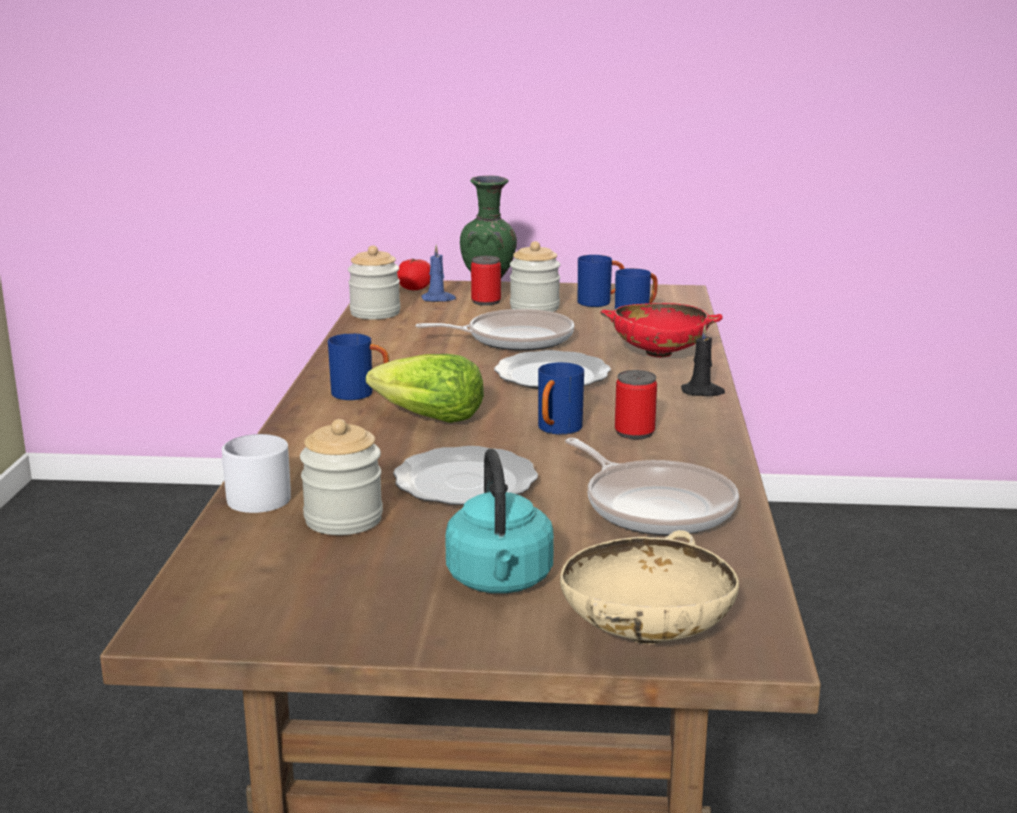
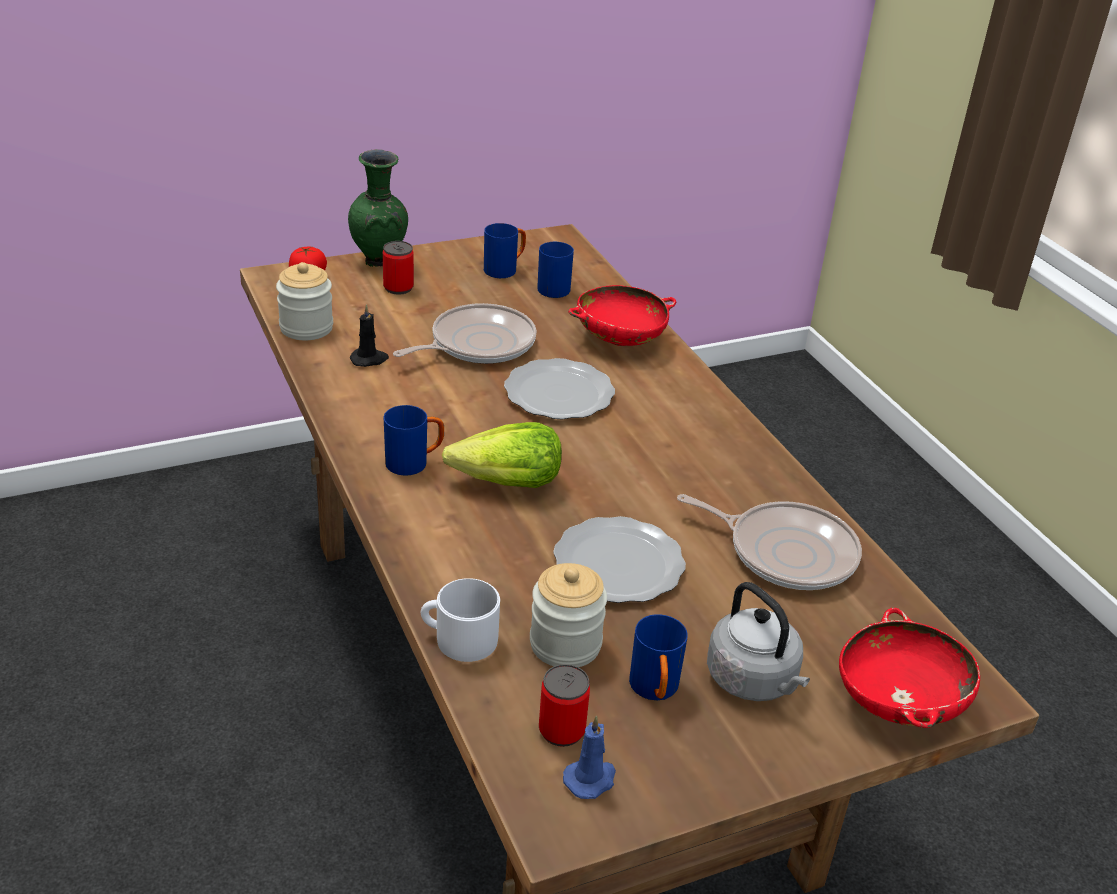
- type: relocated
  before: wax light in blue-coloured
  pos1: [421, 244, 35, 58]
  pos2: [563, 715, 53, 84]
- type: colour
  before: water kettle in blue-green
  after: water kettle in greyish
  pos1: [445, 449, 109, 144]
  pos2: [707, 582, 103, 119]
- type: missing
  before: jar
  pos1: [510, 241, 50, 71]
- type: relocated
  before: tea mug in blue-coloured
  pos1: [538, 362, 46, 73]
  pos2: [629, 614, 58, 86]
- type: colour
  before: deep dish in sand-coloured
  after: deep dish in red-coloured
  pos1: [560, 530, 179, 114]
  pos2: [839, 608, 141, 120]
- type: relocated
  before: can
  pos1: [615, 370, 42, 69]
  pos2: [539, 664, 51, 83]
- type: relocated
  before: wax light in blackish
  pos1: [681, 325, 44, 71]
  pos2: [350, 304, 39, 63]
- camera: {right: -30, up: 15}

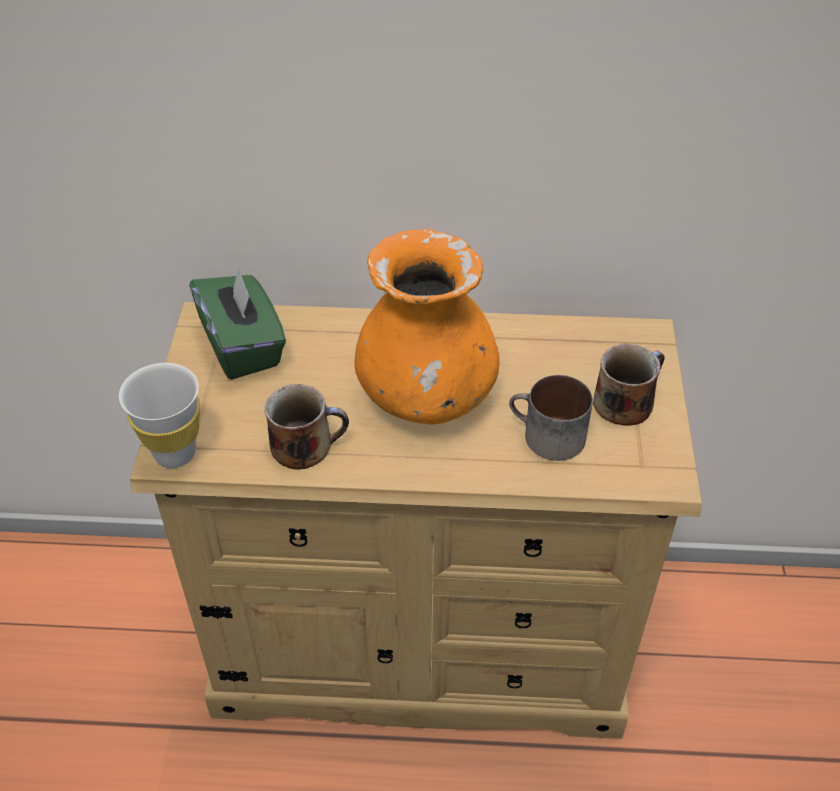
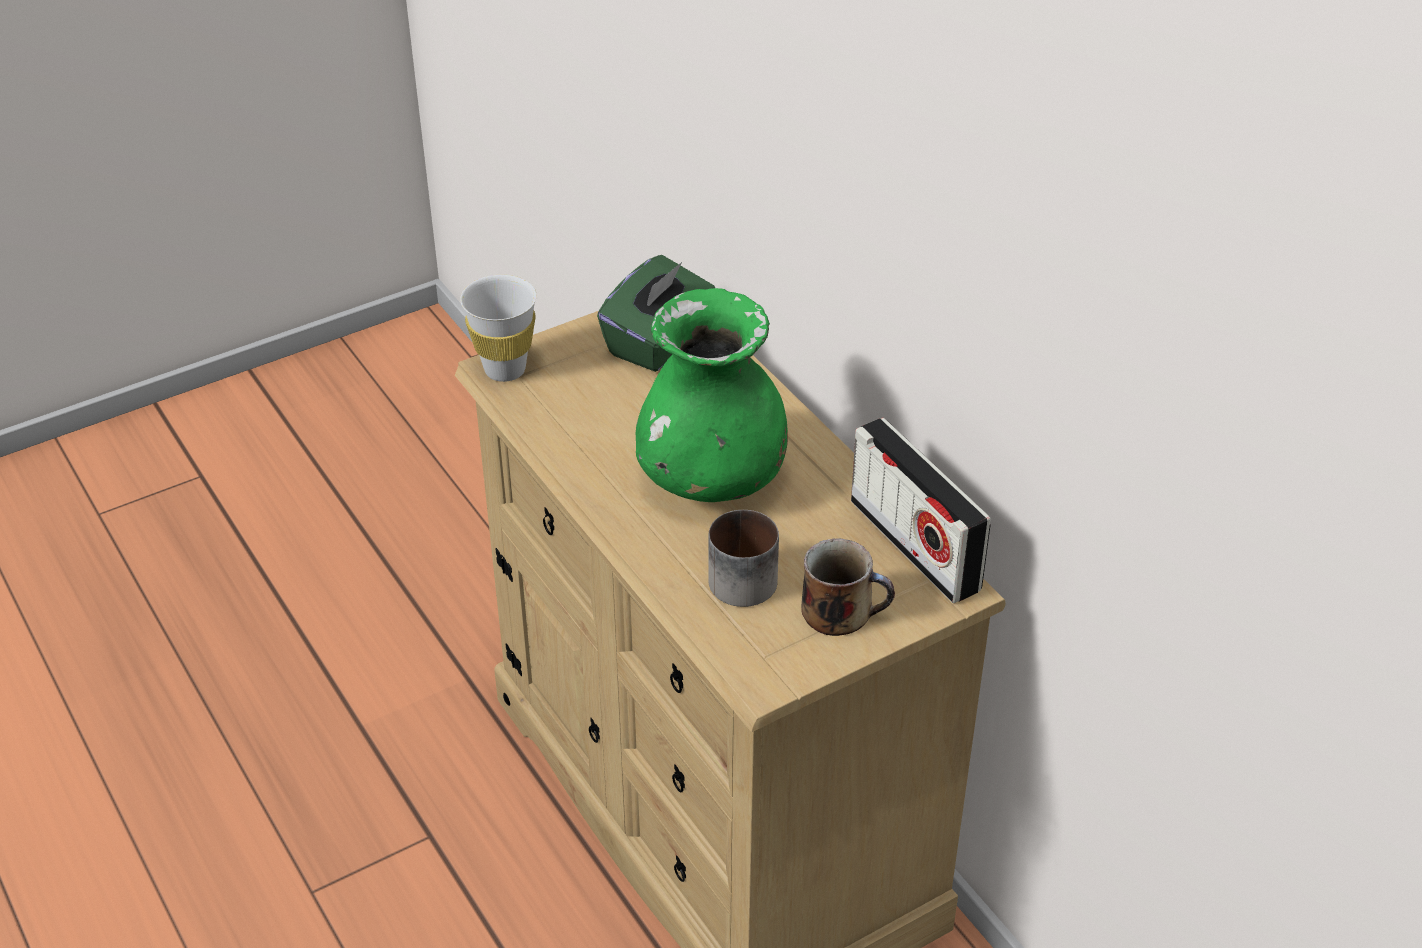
- type: missing
  before: tea mug
  pos1: [264, 384, 85, 86]
- type: colour
  before: vase in orangey
  after: vase in green
  pos1: [354, 229, 146, 196]
  pos2: [636, 288, 152, 214]
- type: appeared
  after: radio
  pos2: [851, 418, 140, 185]
- camera: {right: 55, up: -5}

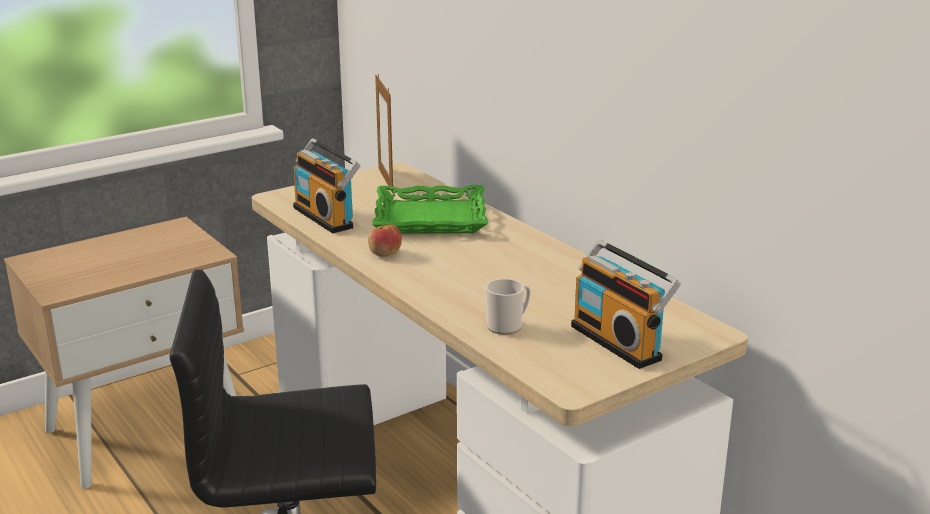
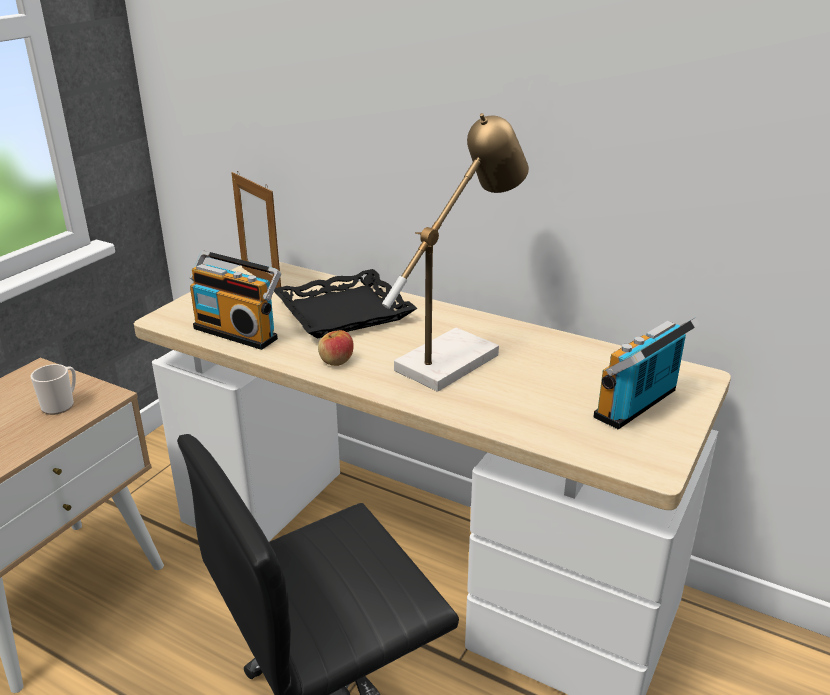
- type: colour
  before: serving tray in green
  after: serving tray in blackish
  pos1: [372, 185, 116, 49]
  pos2: [274, 269, 144, 69]
- type: relocated
  before: tea mug
  pos1: [485, 279, 46, 56]
  pos2: [31, 364, 45, 51]
- type: spun
  before: radio
  pos1: [571, 240, 110, 129]
  pos2: [593, 317, 107, 112]
  turn: 105
- type: appeared
  after: table lamp
  pos2: [382, 113, 147, 279]
- camera: {right: -25, up: 5}

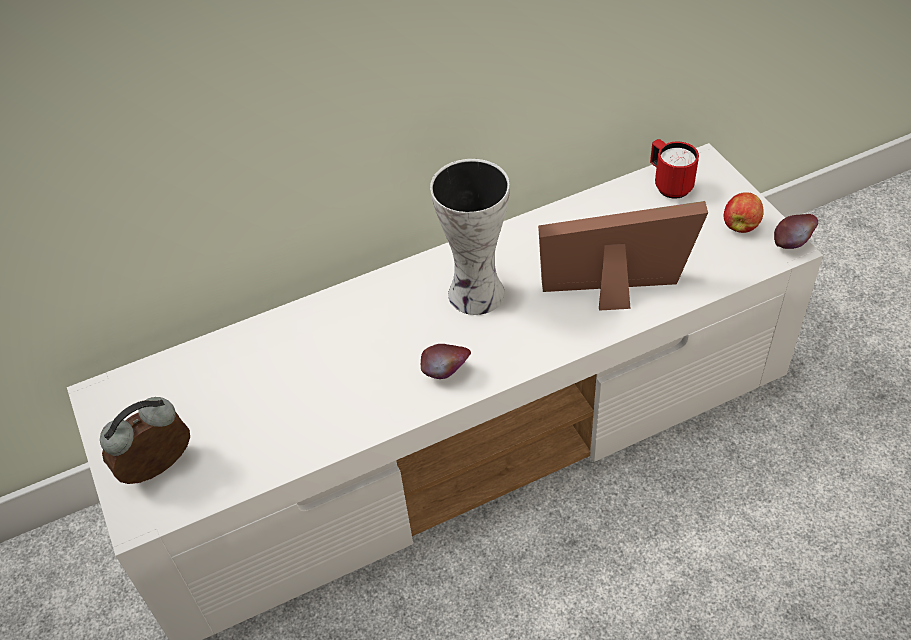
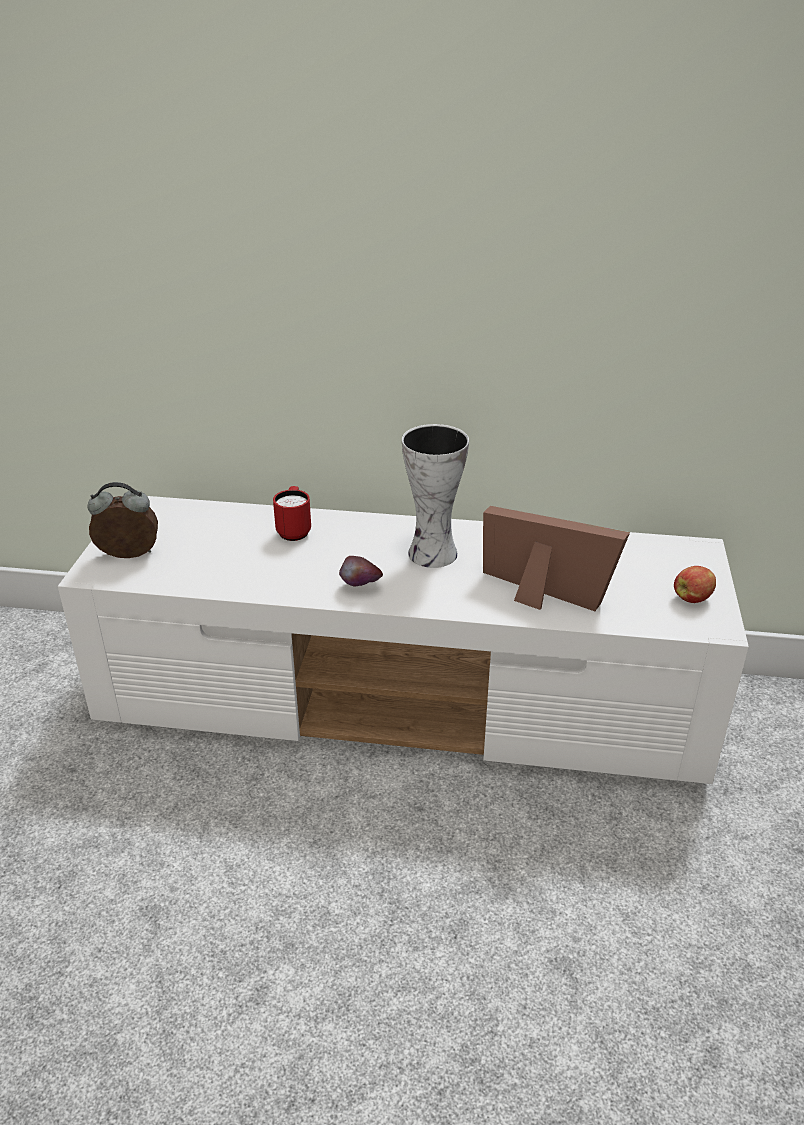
- type: relocated
  before: tea mug in red-coloured
  pos1: [650, 139, 49, 60]
  pos2: [273, 486, 38, 55]
- type: missing
  before: apple
  pos1: [774, 214, 44, 35]
- camera: {right: 30, up: -15}

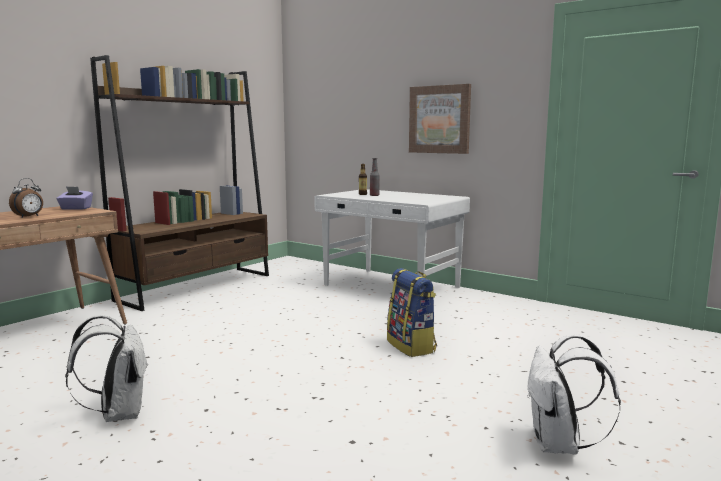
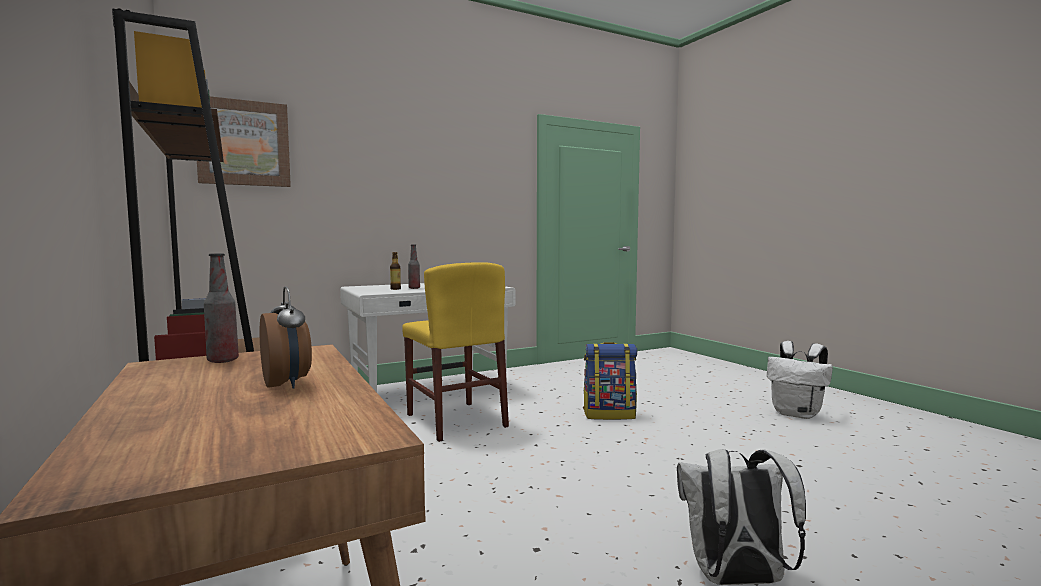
- type: exchanged
  before: tissue holder in purple-coloured
  after: drink bottle
  pos1: [56, 186, 37, 24]
  pos2: [204, 253, 35, 110]
- type: relocated
  before: picture
  pos1: [409, 84, 62, 70]
  pos2: [197, 96, 94, 91]
- type: appeared
  after: upright chair in yellowish
  pos2: [402, 262, 107, 180]
- camera: {right: -65, up: -5}

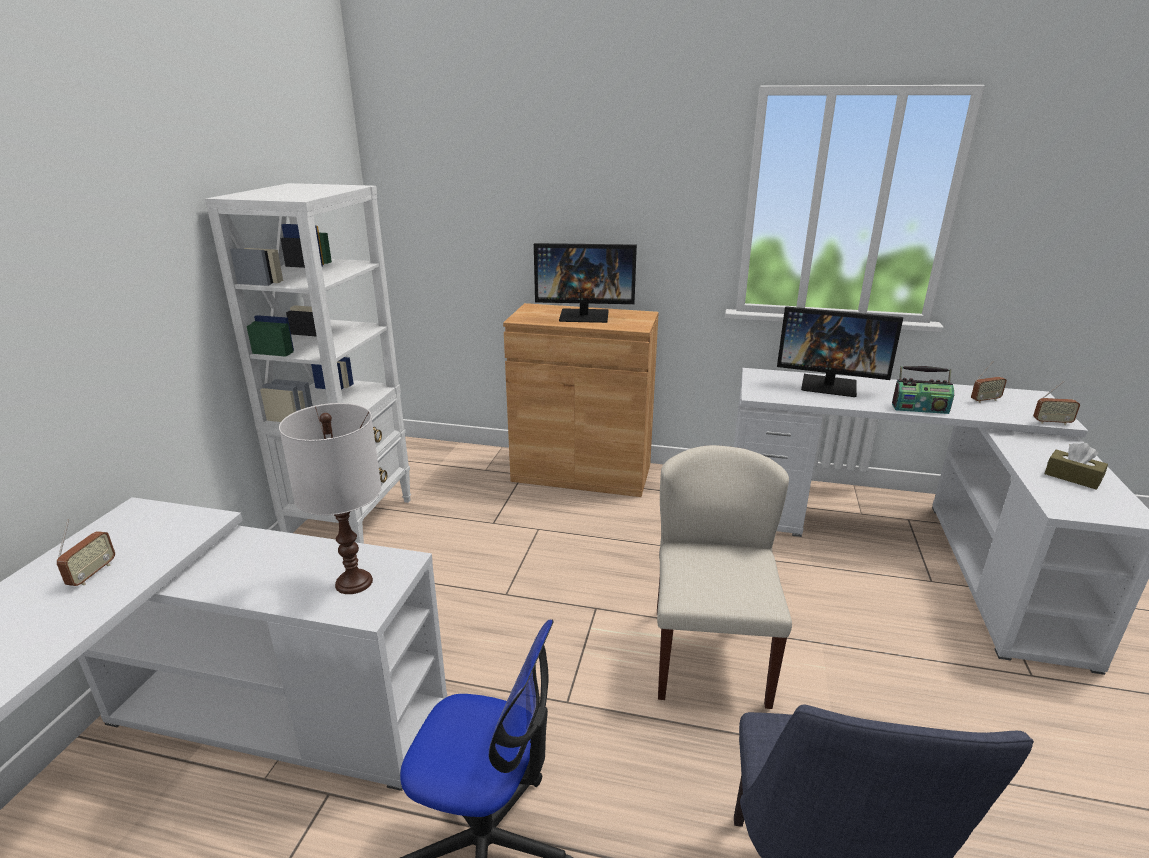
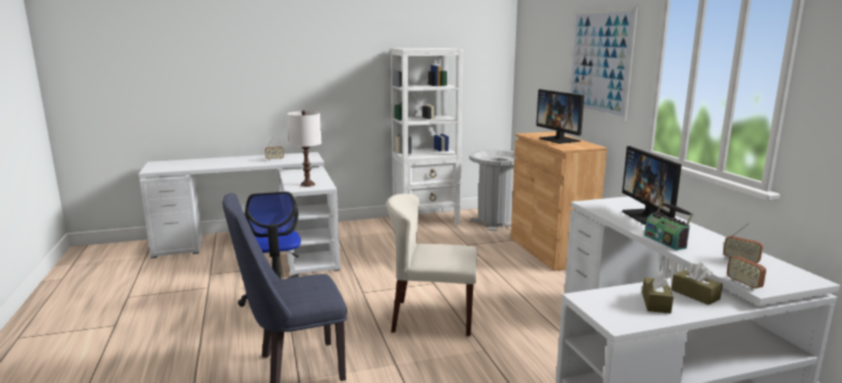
- type: spun
  before: upright chair in sand-coloured
  pos1: [657, 445, 135, 264]
  pos2: [386, 194, 91, 142]
  turn: -150
- type: appeared
  after: trash can in greyish
  pos2: [469, 150, 48, 81]
- type: appeared
  after: picture
  pos2: [568, 7, 70, 114]
- type: appeared
  after: tissue holder in brownish
  pos2: [671, 263, 52, 42]
- camera: {right: 60, up: -10}

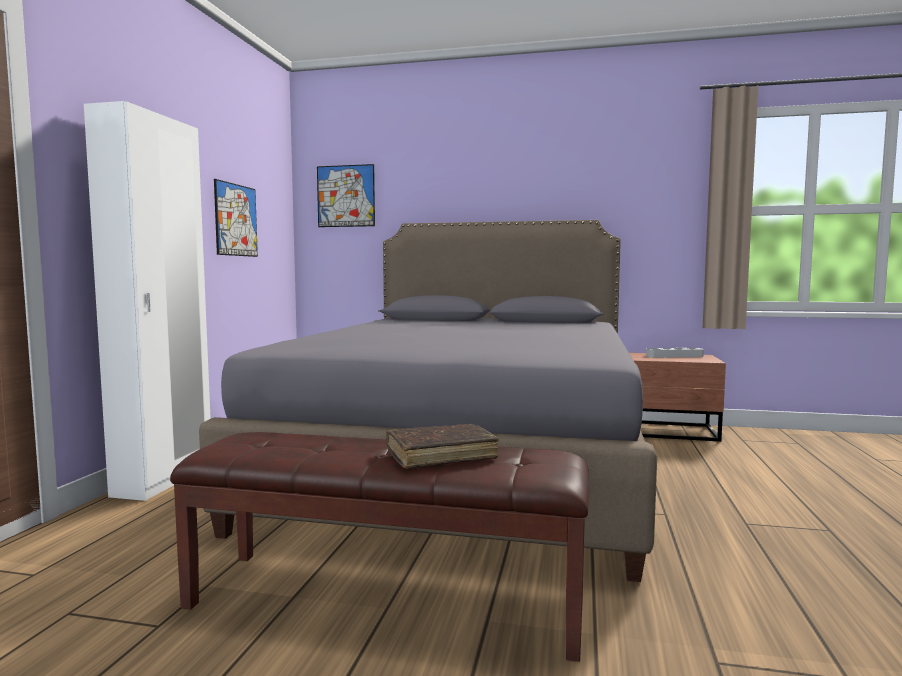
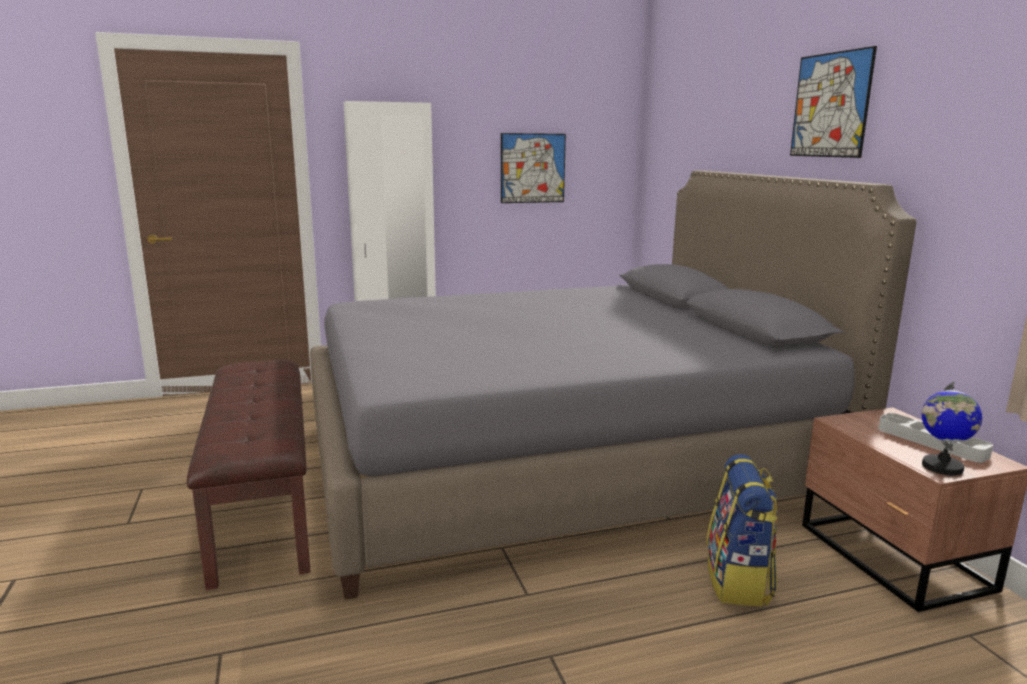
- type: relocated
  before: picture
  pos1: [317, 164, 58, 63]
  pos2: [790, 46, 87, 112]
- type: missing
  before: book in brownish
  pos1: [386, 424, 113, 45]
- type: appeared
  after: rucksack
  pos2: [706, 454, 72, 152]
- type: appeared
  after: globe
  pos2: [921, 382, 61, 94]
- camera: {right: 60, up: 10}

